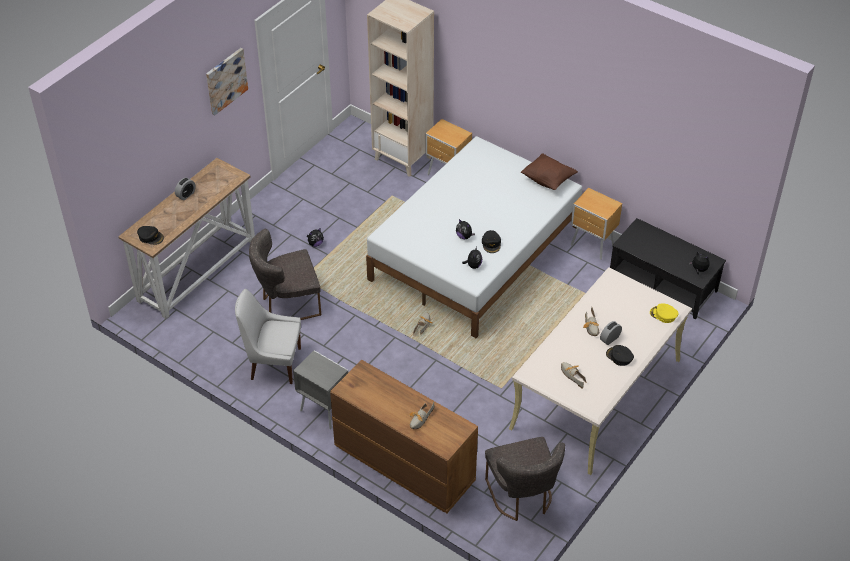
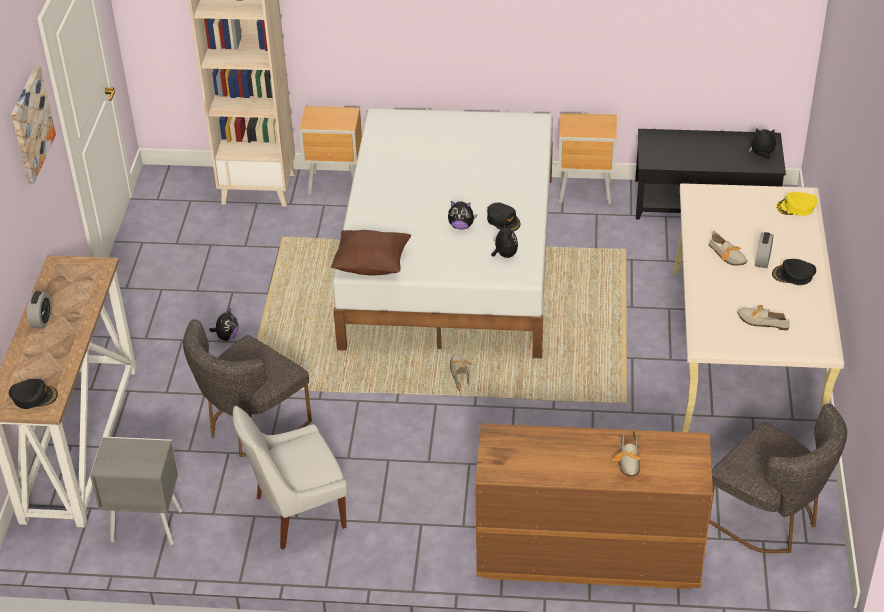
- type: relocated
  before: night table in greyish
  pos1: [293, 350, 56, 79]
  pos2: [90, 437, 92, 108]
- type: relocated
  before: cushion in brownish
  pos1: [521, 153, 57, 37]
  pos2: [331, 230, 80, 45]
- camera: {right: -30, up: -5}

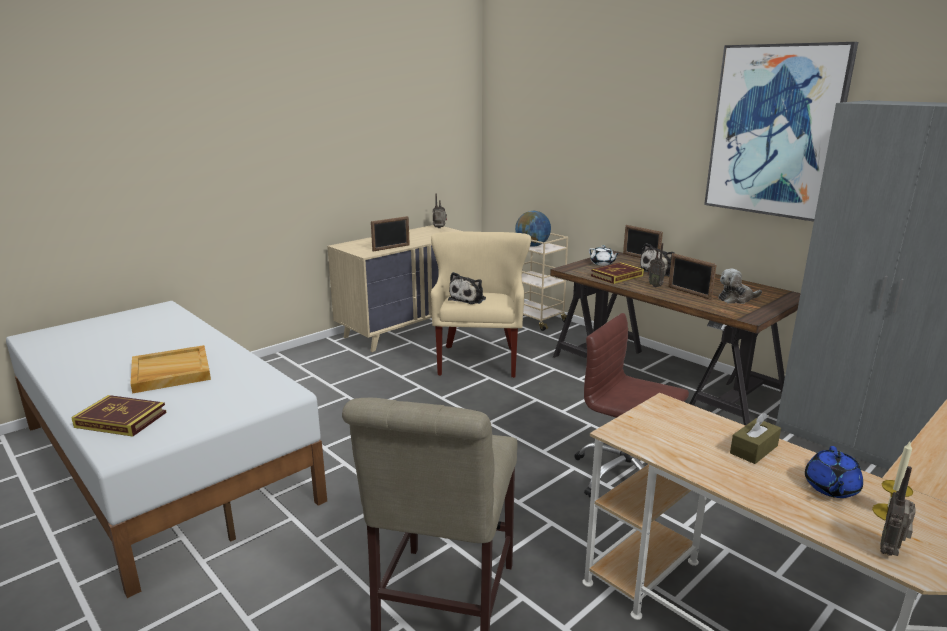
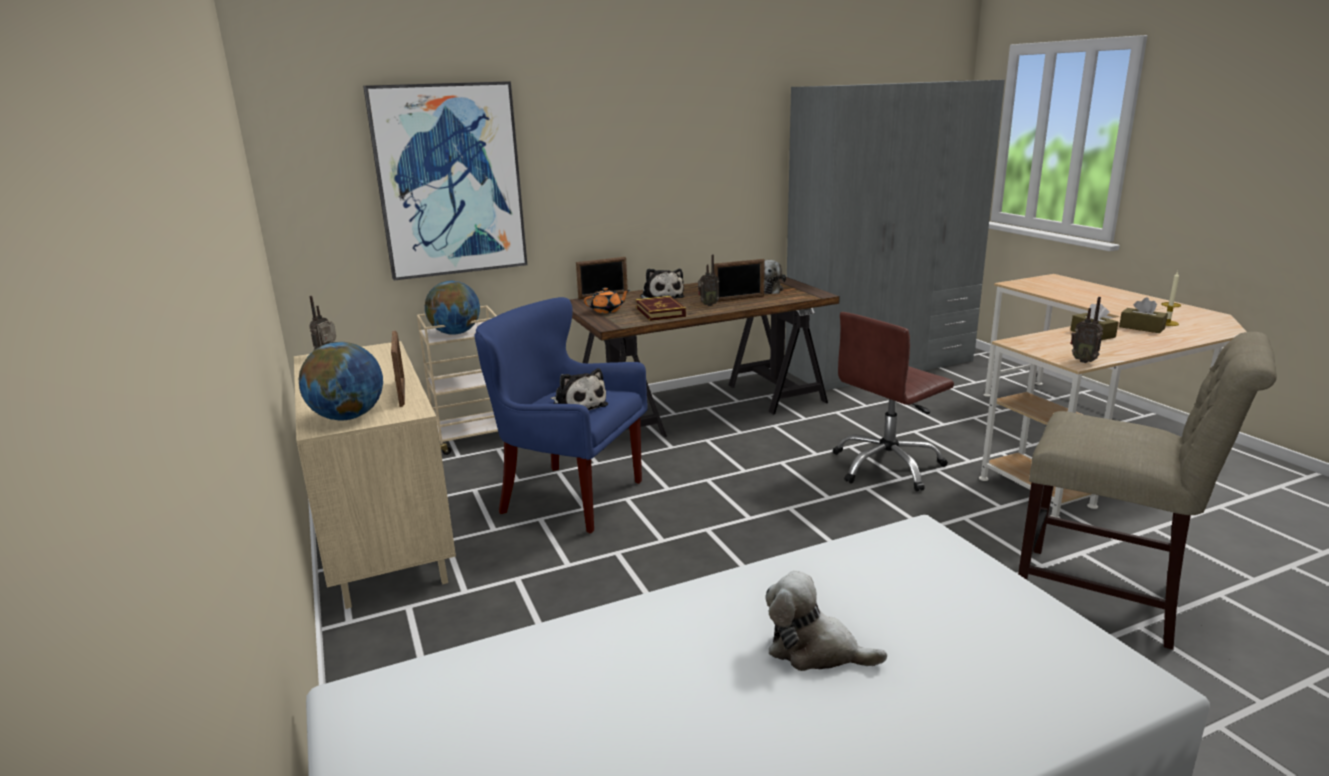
- type: missing
  before: book
  pos1: [71, 395, 95, 42]
- type: exchanged
  before: serving tray in sand-coloured
  after: soft toy
  pos1: [131, 345, 80, 49]
  pos2: [766, 571, 121, 100]
- type: colour
  before: armchair in sand-coloured
  after: armchair in blue-coloured
  pos1: [431, 231, 100, 147]
  pos2: [475, 297, 173, 236]
- type: colour
  before: teapot in white
  after: teapot in orangey
  pos1: [589, 245, 31, 21]
  pos2: [584, 288, 46, 25]
- type: relocated
  before: picture
  pos1: [704, 42, 154, 180]
  pos2: [363, 81, 164, 199]
- type: exchanged
  before: teapot in blue-coloured
  after: tissue holder in brownish
  pos1: [805, 446, 58, 52]
  pos2: [1119, 298, 49, 35]
- type: relocated
  before: radio
  pos1: [880, 466, 36, 90]
  pos2: [1070, 297, 33, 66]
- type: appeared
  after: globe
  pos2: [299, 342, 84, 78]
- camera: {right: -70, up: 0}

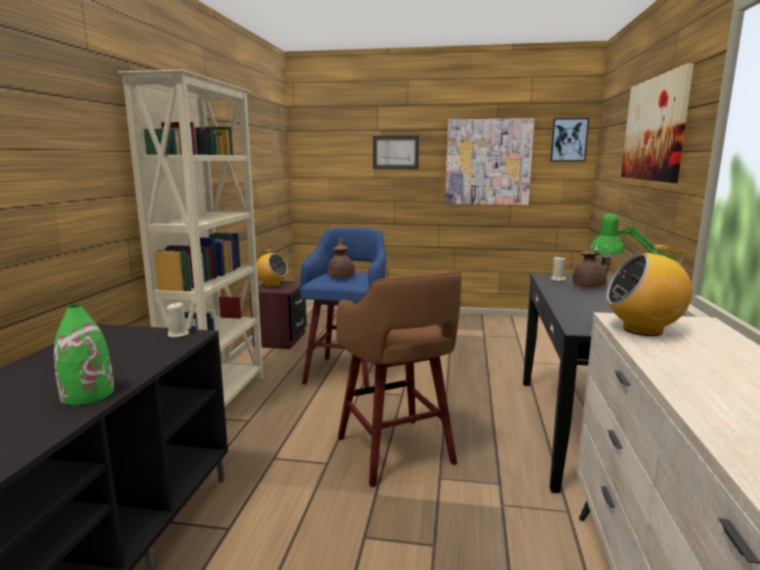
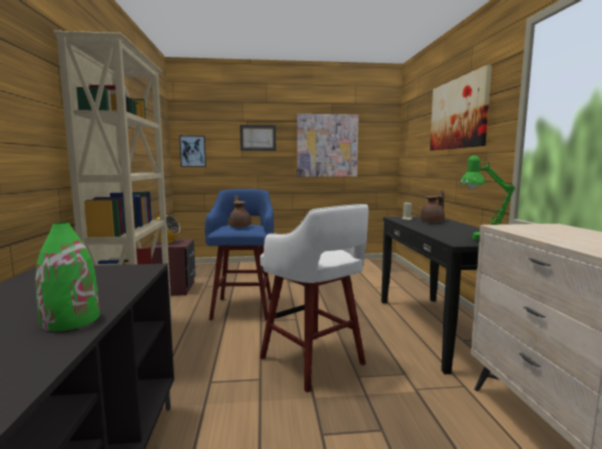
- type: missing
  before: wax light in sand-coloured
  pos1: [167, 303, 22, 34]
- type: colour
  before: stool in brownish
  after: stool in white
  pos1: [336, 271, 126, 216]
  pos2: [260, 204, 109, 189]
- type: relocated
  before: picture
  pos1: [550, 118, 39, 43]
  pos2: [179, 136, 27, 31]
- type: missing
  before: radio
  pos1: [606, 245, 86, 91]
- camera: {right: -15, up: -5}

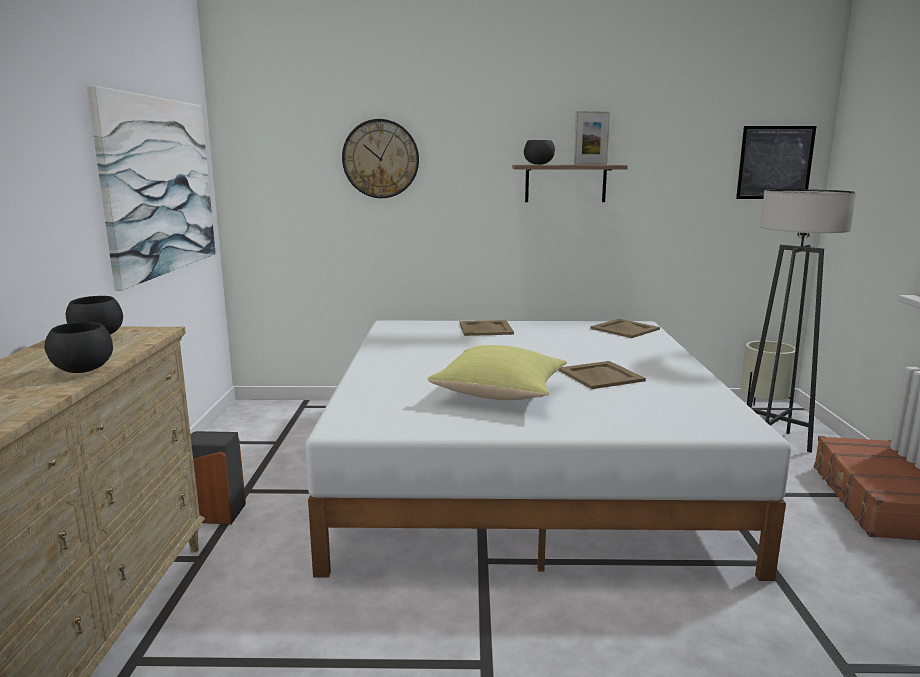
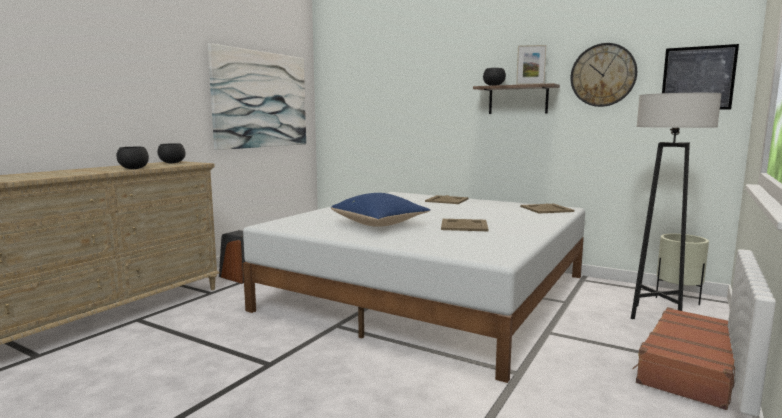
- type: relocated
  before: hanging clock
  pos1: [342, 119, 77, 79]
  pos2: [570, 43, 67, 64]
- type: colour
  before: cushion in yellowish
  after: cushion in blue-coloured
  pos1: [428, 345, 139, 55]
  pos2: [331, 193, 99, 34]
- camera: {right: 30, up: -5}

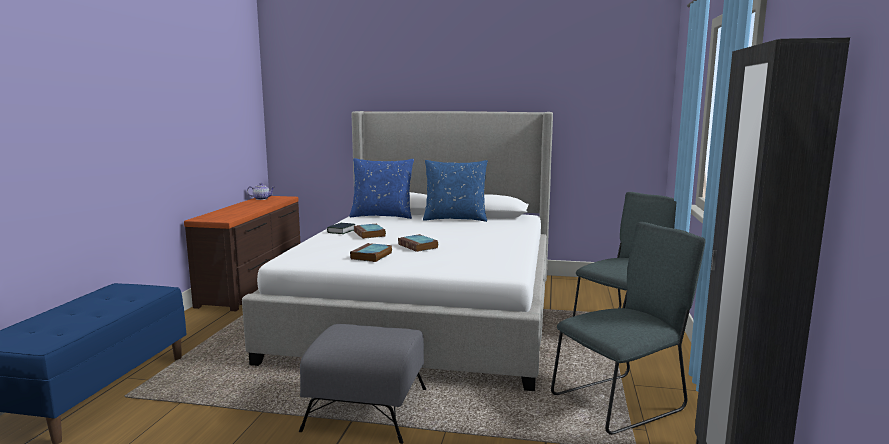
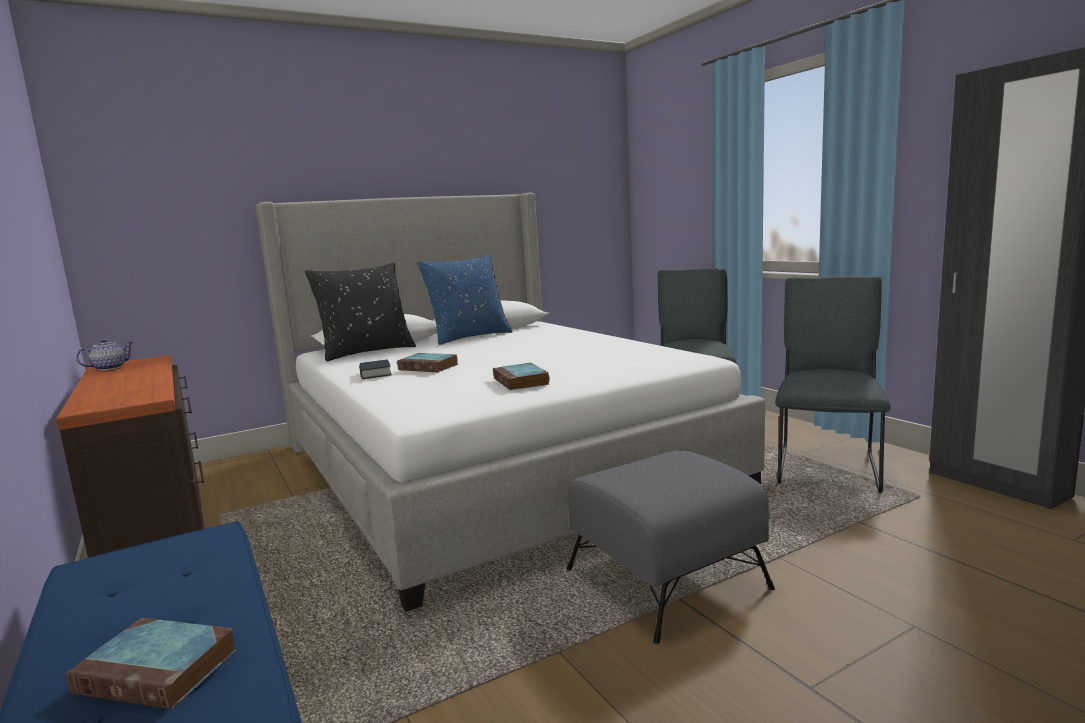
- type: colour
  before: cushion in blue-coloured
  after: cushion in blackish
  pos1: [349, 158, 65, 61]
  pos2: [305, 262, 111, 99]
- type: relocated
  before: book
  pos1: [398, 234, 40, 18]
  pos2: [66, 618, 171, 91]
- camera: {right: -40, up: 0}

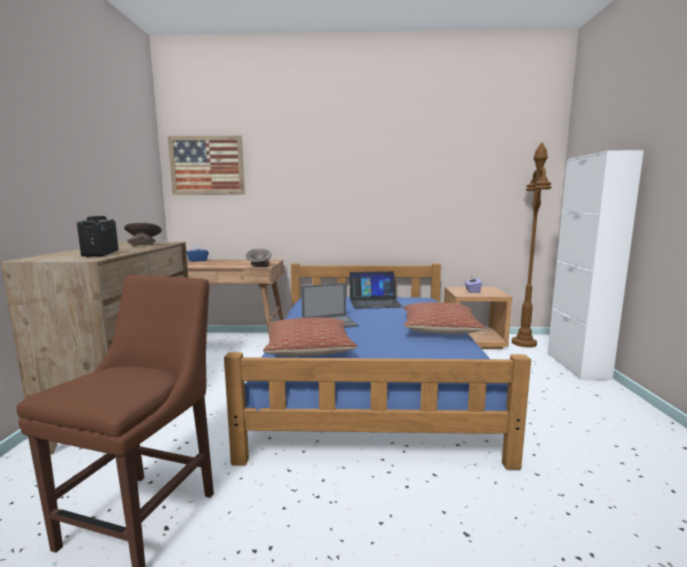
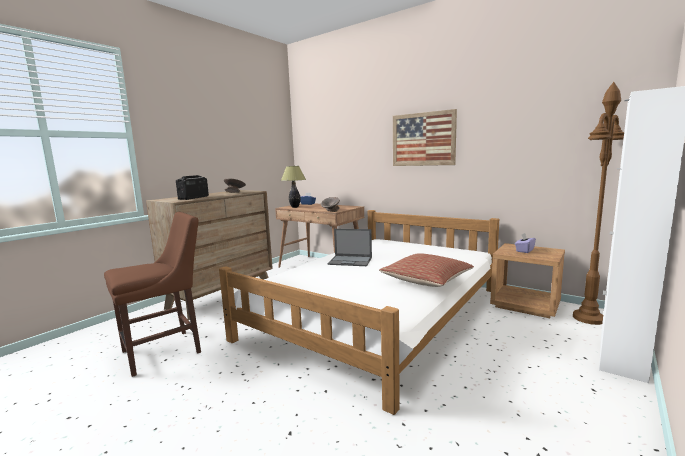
- type: relocated
  before: picture
  pos1: [168, 135, 77, 60]
  pos2: [393, 109, 64, 57]
- type: colour
  before: sleeping bed in blue-coloured
  after: sleeping bed in white
  pos1: [224, 263, 307, 207]
  pos2: [219, 210, 280, 205]
- type: missing
  before: cushion
  pos1: [263, 318, 94, 38]
- type: missing
  before: notebook computer
  pos1: [349, 271, 54, 38]
- type: appeared
  after: table lamp
  pos2: [281, 166, 25, 42]
- camera: {right: 35, up: 0}

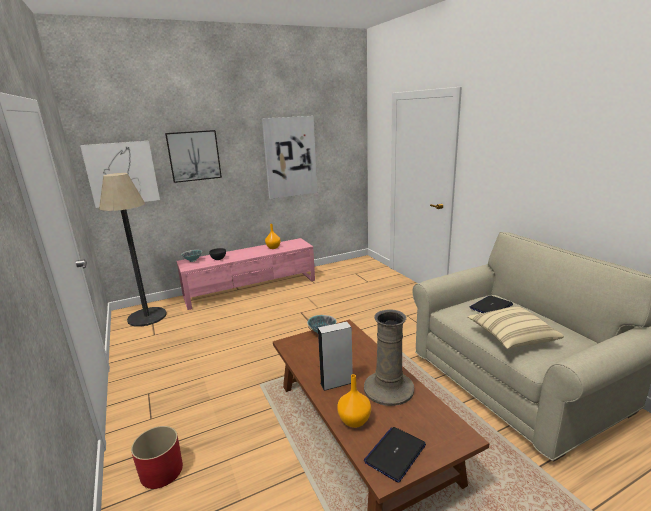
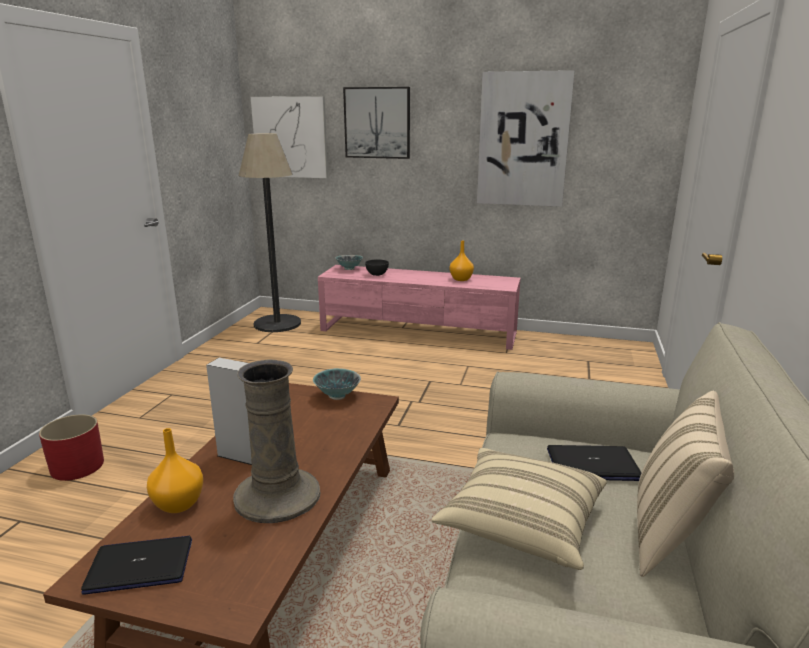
- type: appeared
  after: cushion in sand-coloured
  pos2: [637, 391, 97, 186]
- camera: {right: 40, up: 0}

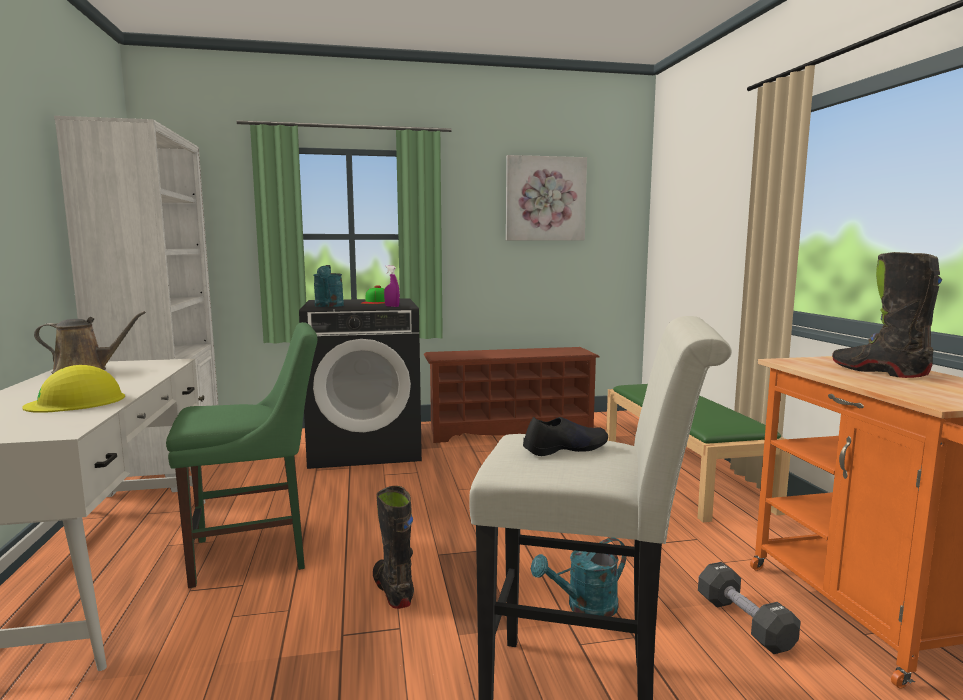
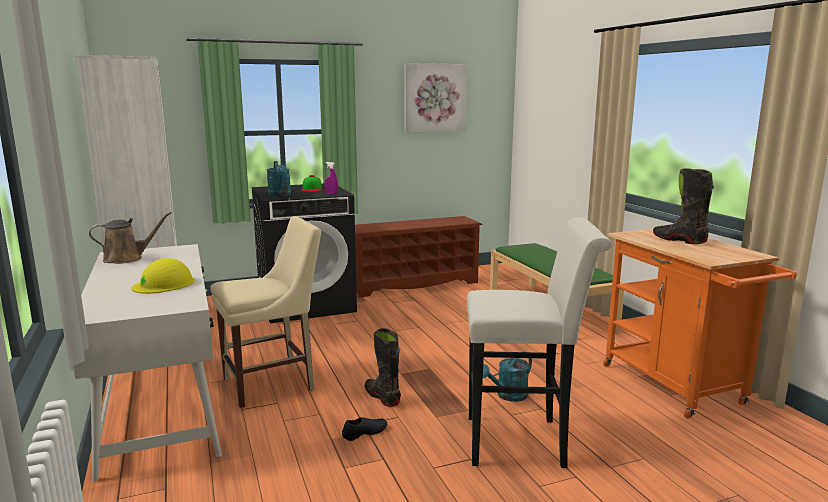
- type: colour
  before: upright chair in green
  after: upright chair in sand-coloured
  pos1: [166, 322, 151, 266]
  pos2: [210, 216, 111, 192]
- type: relocated
  before: shoe in blackish
  pos1: [523, 417, 85, 39]
  pos2: [342, 417, 45, 24]
- type: missing
  before: hand weight in blackish
  pos1: [698, 562, 103, 92]
- camera: {right: -10, up: 5}

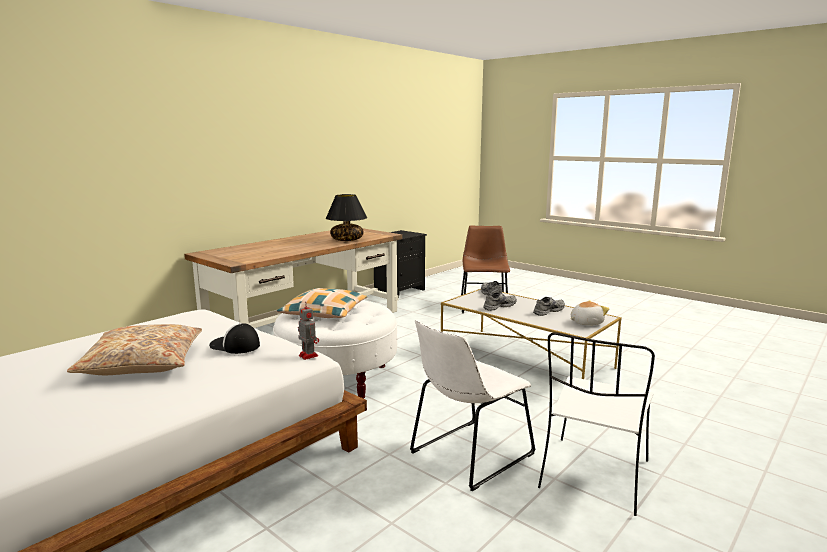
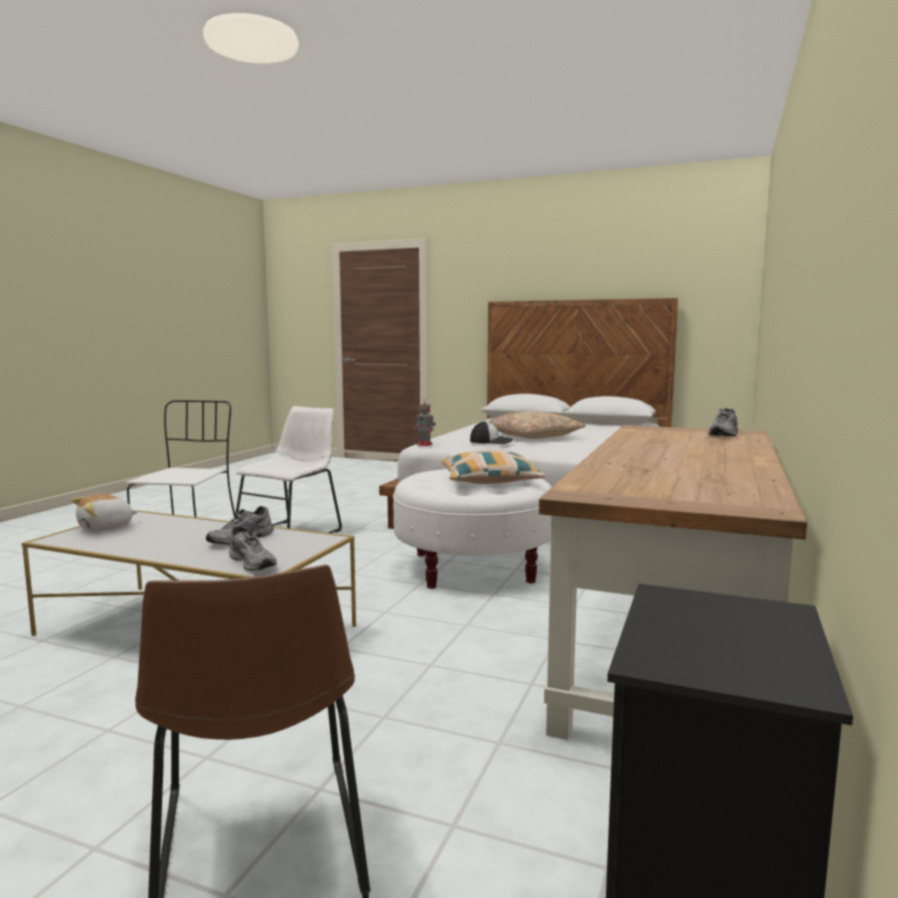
- type: missing
  before: table lamp in blackish
  pos1: [326, 194, 41, 47]
- type: relocated
  before: shoe in greyish
  pos1: [533, 297, 32, 19]
  pos2: [709, 408, 29, 28]
- camera: {right: 160, up: -5}

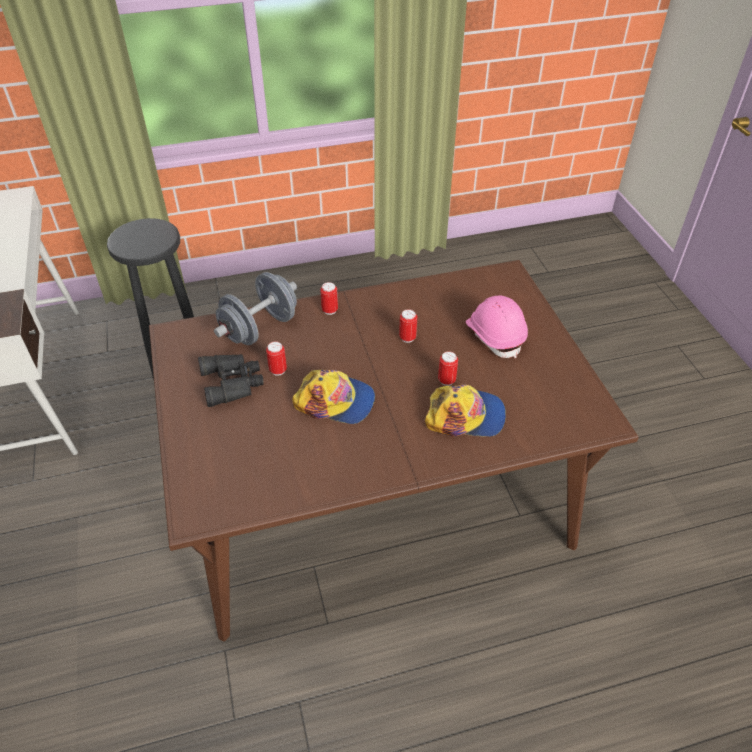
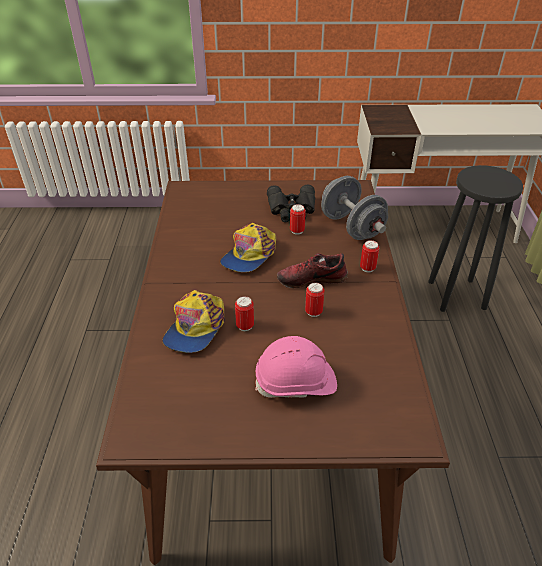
- type: appeared
  after: shoe
  pos2: [277, 253, 71, 35]
- camera: {right: 105, up: -5}

